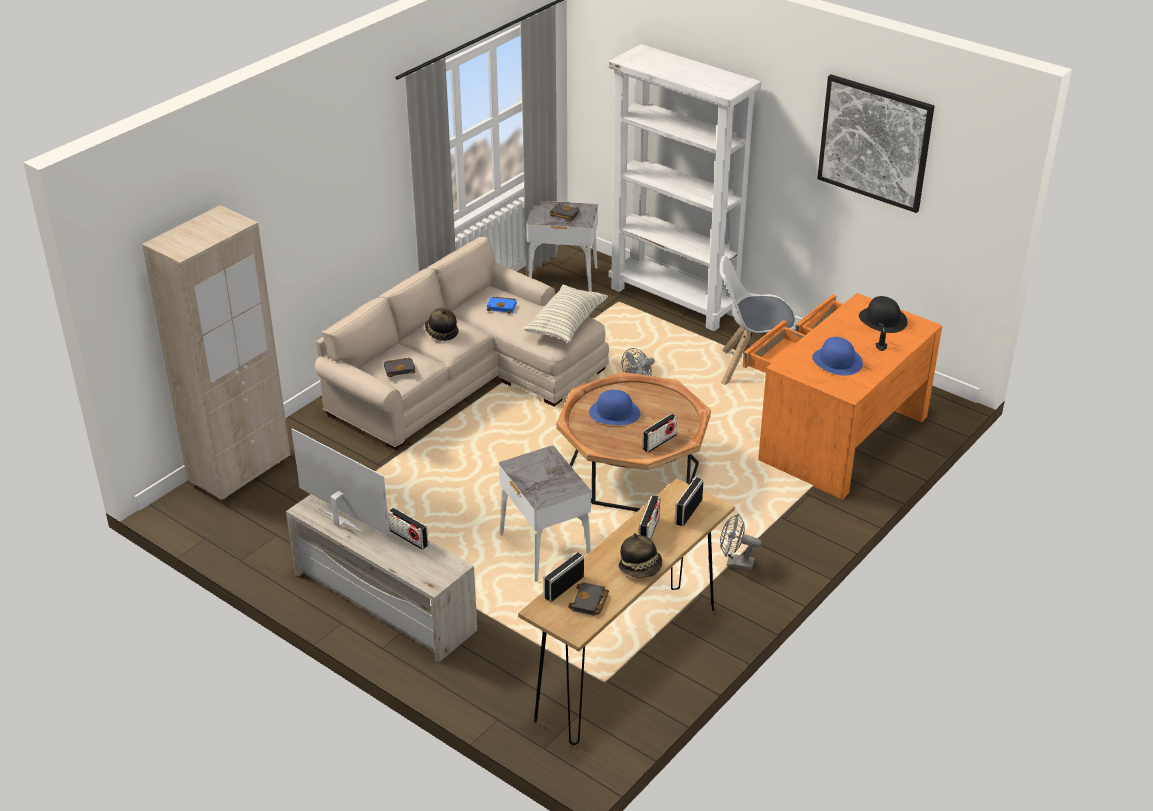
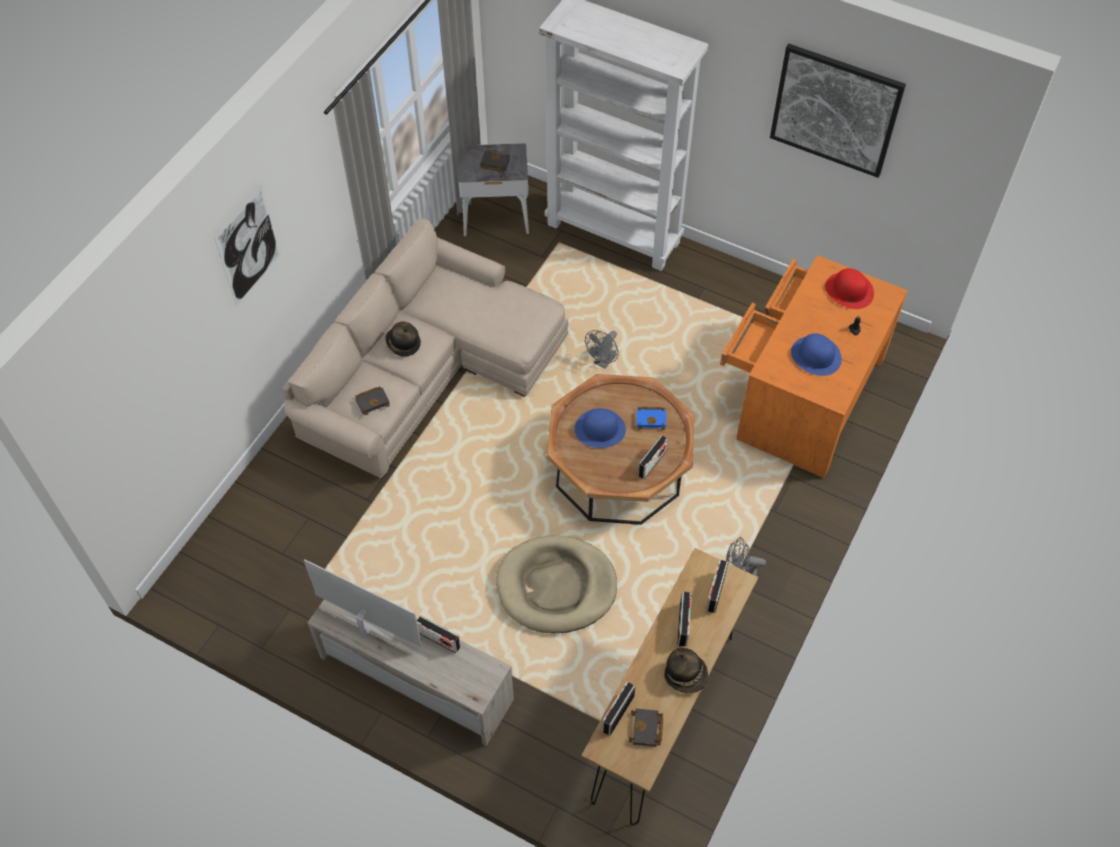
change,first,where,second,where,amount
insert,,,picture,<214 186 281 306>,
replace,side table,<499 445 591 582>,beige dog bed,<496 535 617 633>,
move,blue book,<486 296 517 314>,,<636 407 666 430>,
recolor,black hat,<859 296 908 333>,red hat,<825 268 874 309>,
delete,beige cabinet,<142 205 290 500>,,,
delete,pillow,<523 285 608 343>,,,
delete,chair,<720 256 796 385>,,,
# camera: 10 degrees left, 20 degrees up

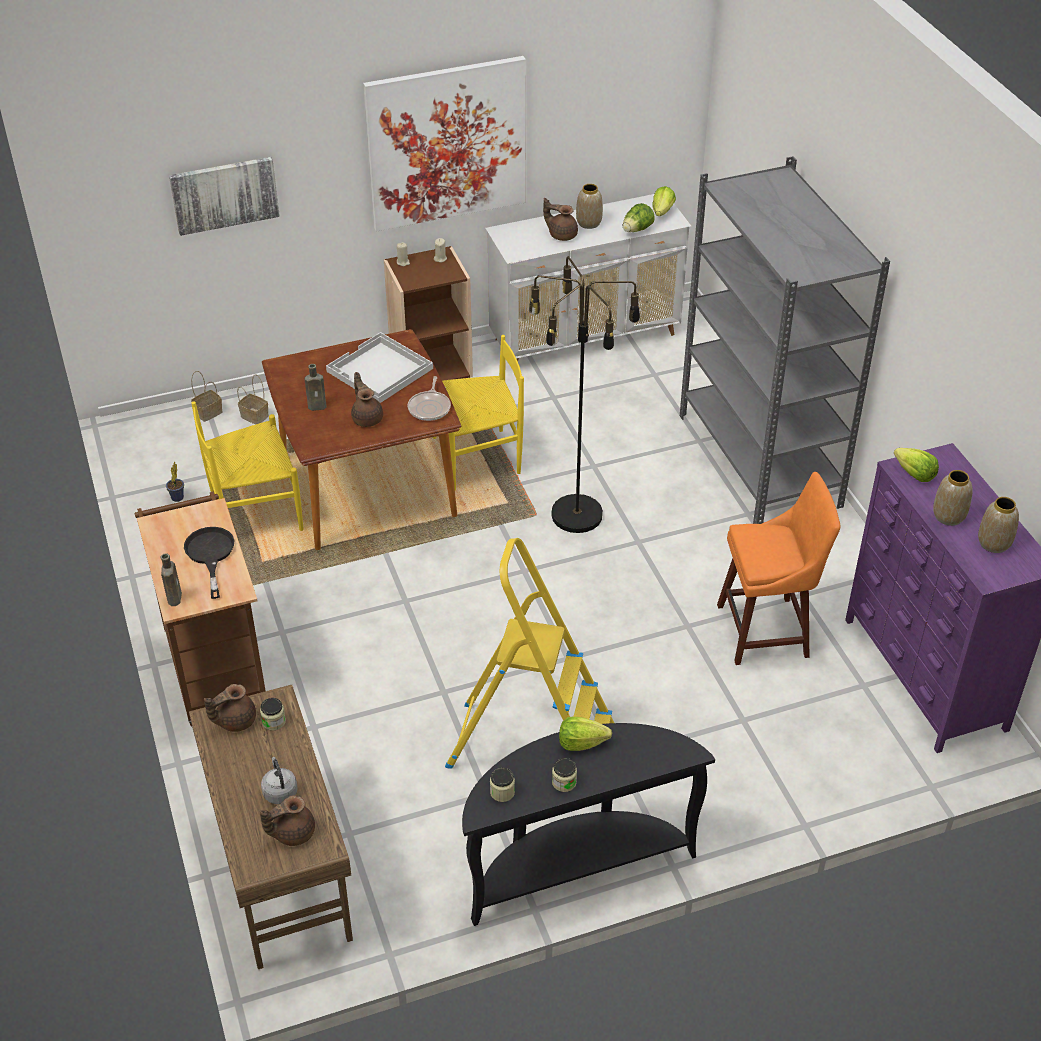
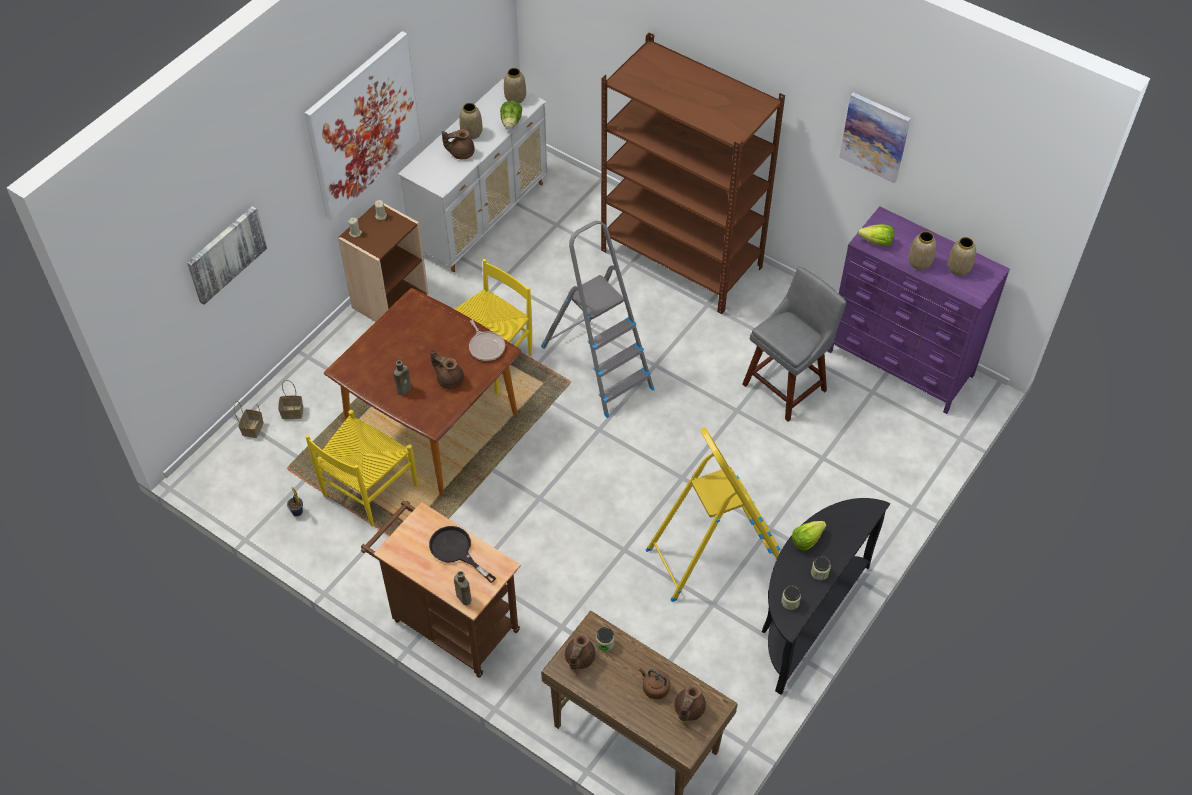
change,first,where,second,where,amount
replace,lettuce,<653 186 676 216>,vase,<504 68 526 103>,
replace,floor lamp,<529 256 640 533>,grey step ladder,<541 221 654 418>,
recolor,grey bookcase,<680 156 890 524>,brown bookcase,<601 32 785 314>,
recolor,grey kettle,<261 757 298 804>,brown kettle,<639 668 670 699>,
recolor,orange chair,<717 472 840 665>,grey chair,<742 267 846 422>,
insert,,,picture,<839 92 911 183>,
delete,white tray,<326 332 433 403>,,,
# camera: 35 degrees left, 10 degrees up

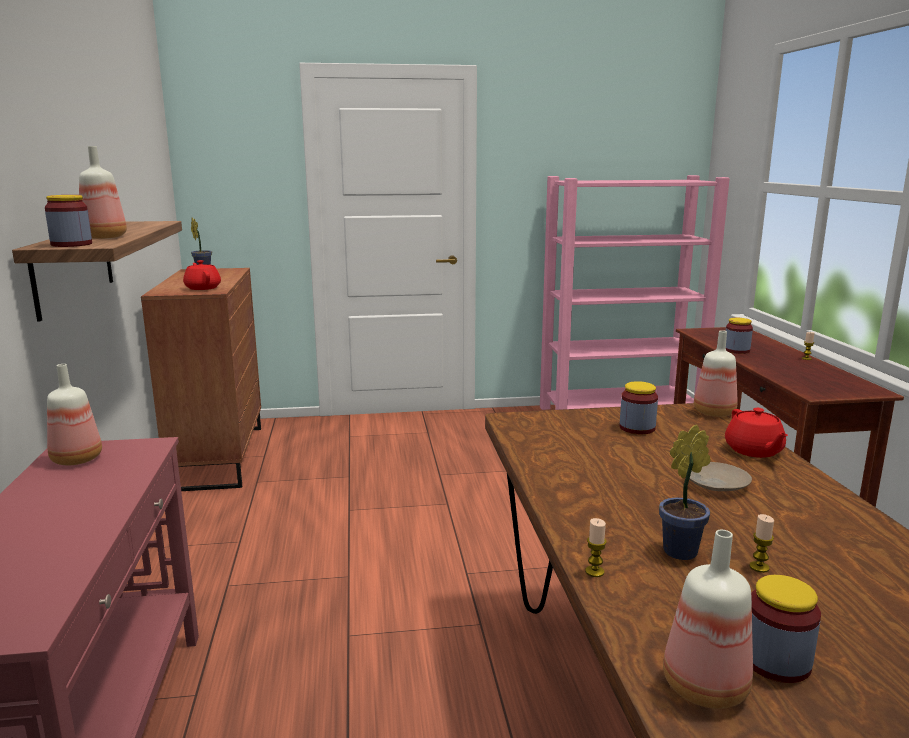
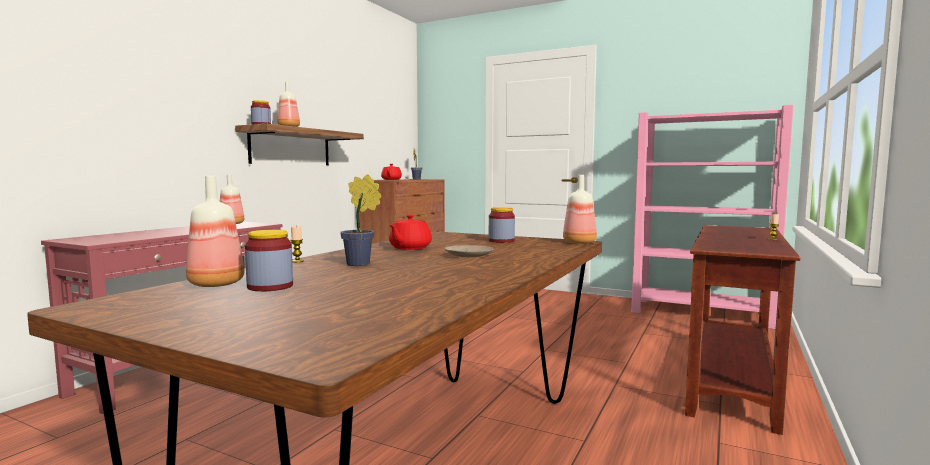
change,first,where,second,where,amount
move,red teapot,<725 408 788 458>,,<389 215 432 250>,
delete,jar,<726 318 753 354>,,,
delete,candle,<749 514 774 573>,,,
# camera: 35 degrees right, 10 degrees down

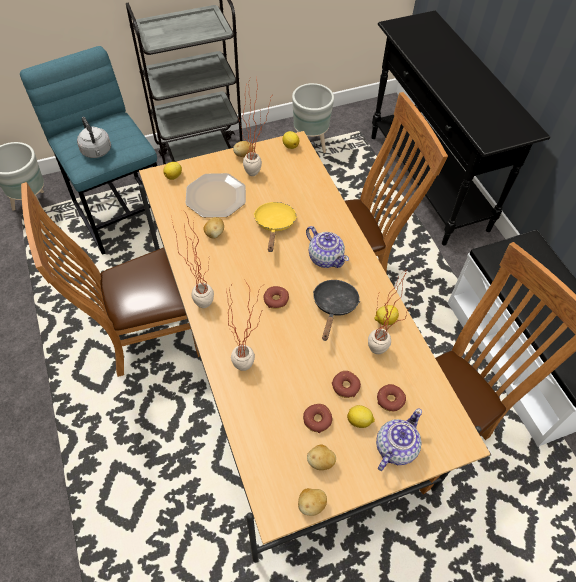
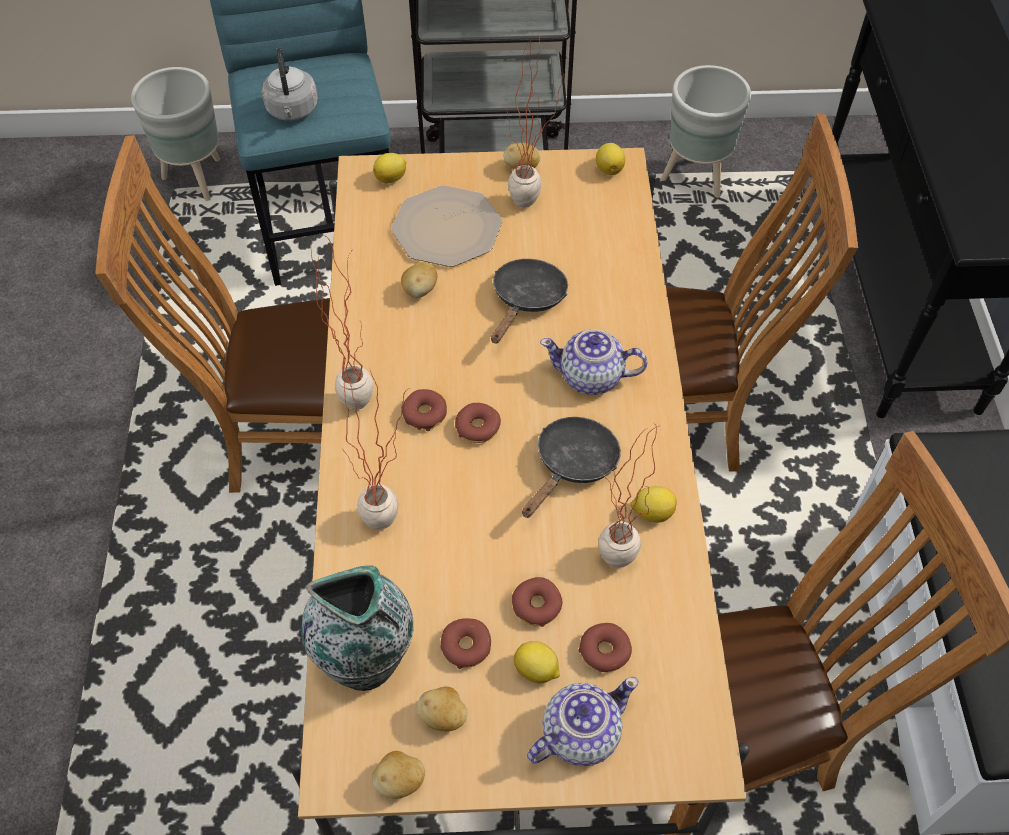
change,first,where,second,where,amount
insert,,,vase,<302 565 414 691>,
insert,,,donut,<402 389 447 431>,
recolor,yellow frying pan,<254 202 297 252>,black frying pan,<491 259 568 344>,
rotate,teapot,<306 226 349 268>,,<540 329 647 395>,120 degrees clockwise
# camera: 20 degrees right, 0 degrees up

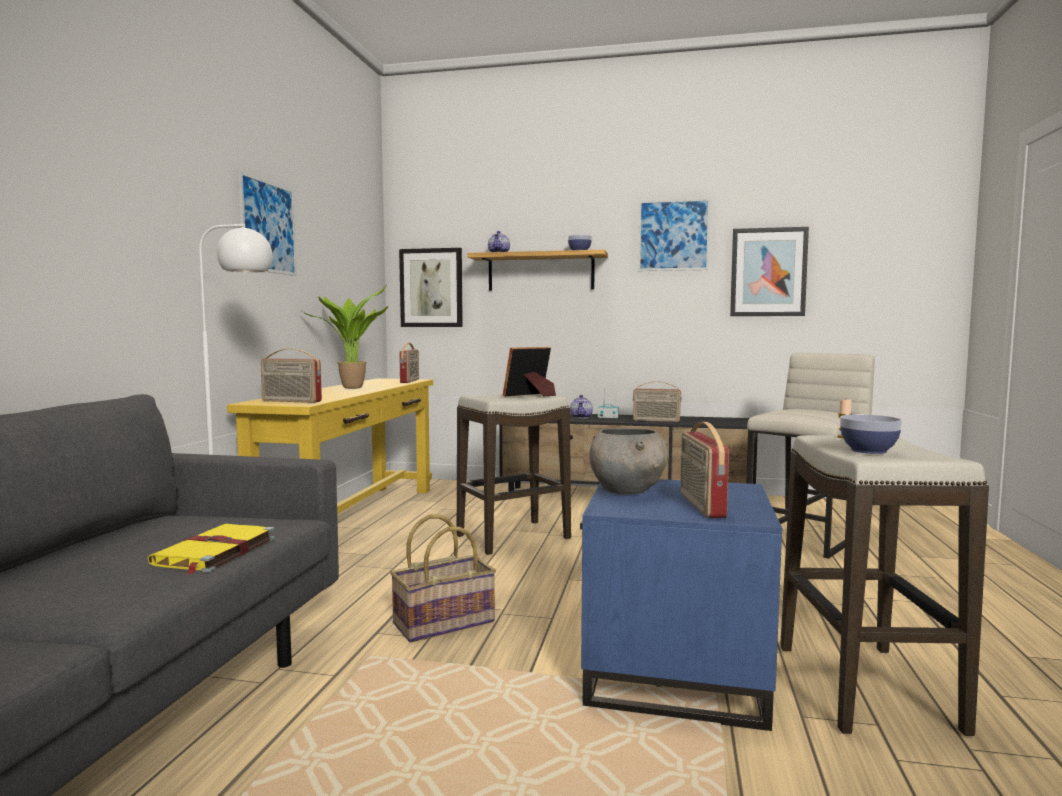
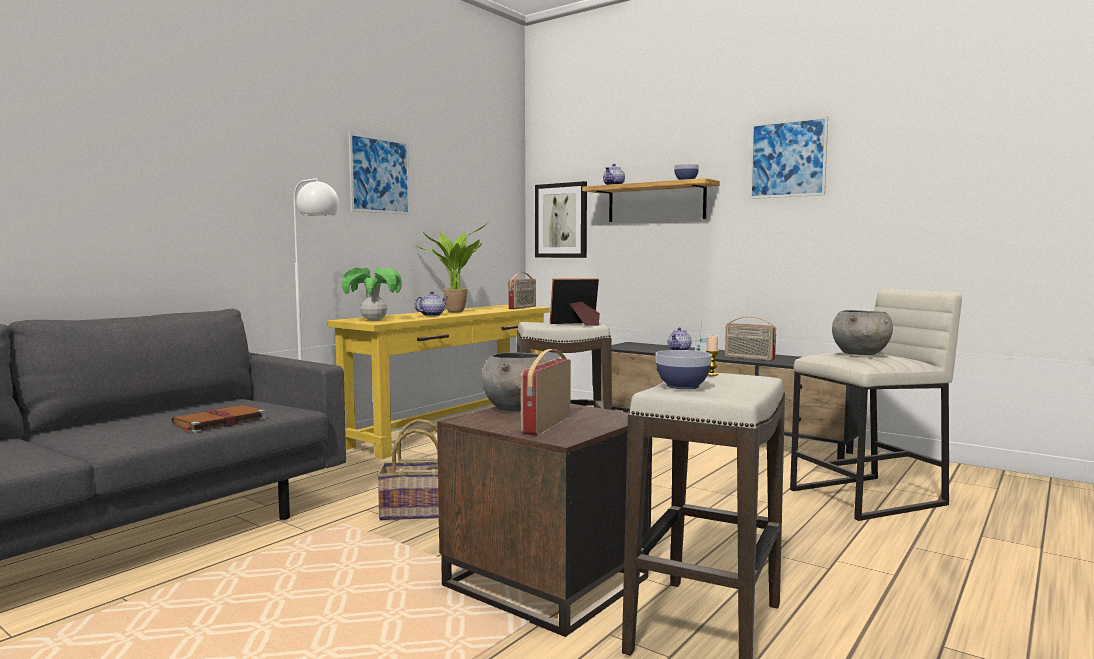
change,first,where,second,where,amount
recolor,yellow book,<148 524 275 575>,brown book,<171 405 266 433>,
replace,radio,<260 349 322 403>,potted plant,<342 268 402 321>,
insert,,,teapot,<414 291 448 316>,
recolor,blue side table,<580 479 782 731>,brown side table,<437 404 652 637>,
insert,,,grey bowl,<832 310 893 355>,
delete,picture,<730 227 809 316>,,,
# camera: 25 degrees right, 0 degrees up

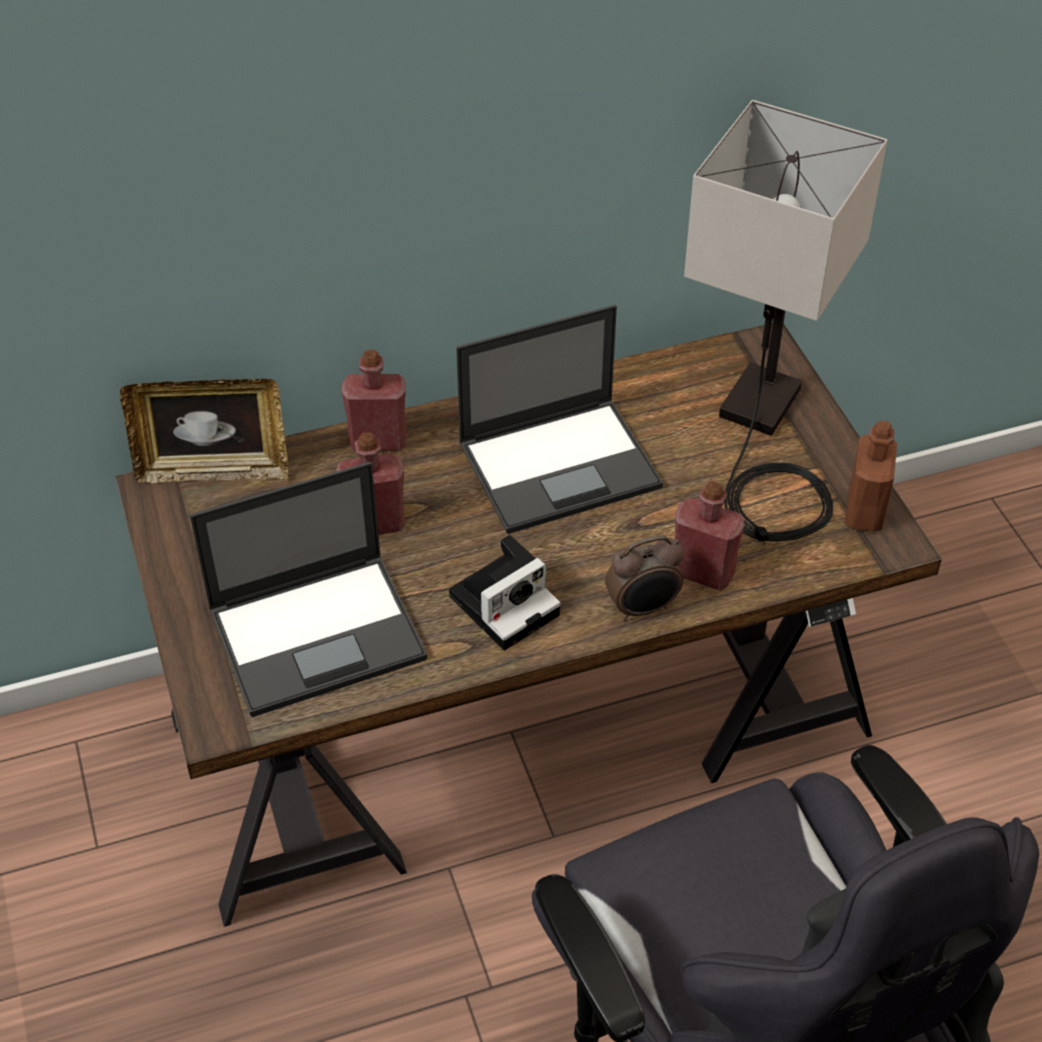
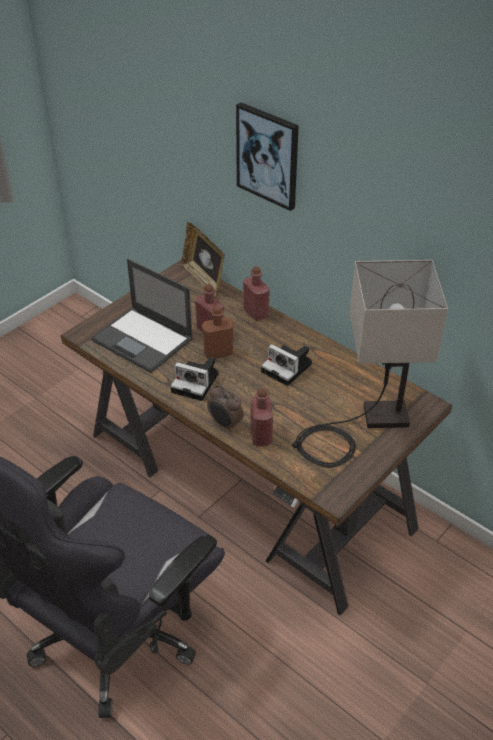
change,first,where,second,where,amount
move,brown bottle,<845 420 897 532>,,<202 306 234 359>,
insert,,,picture,<236 102 299 211>,
replace,laptop,<456 305 663 534>,photo camera,<261 344 312 386>,
# camera: 60 degrees right, 5 degrees down

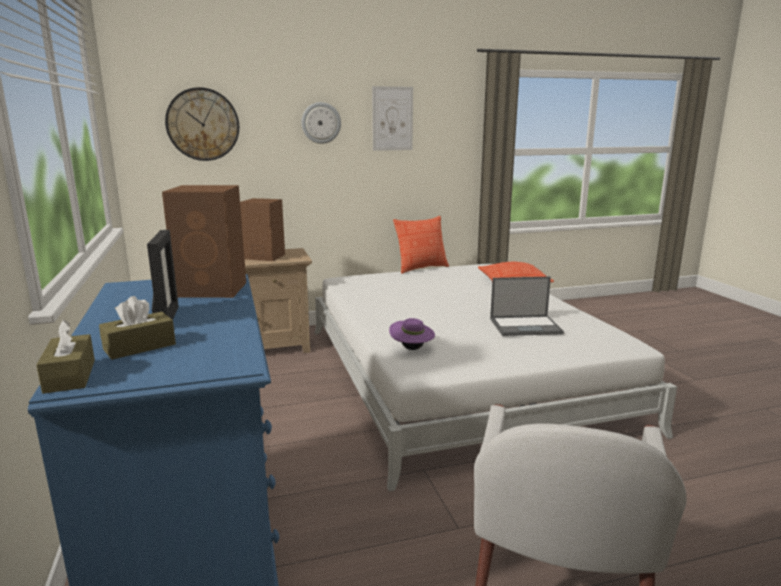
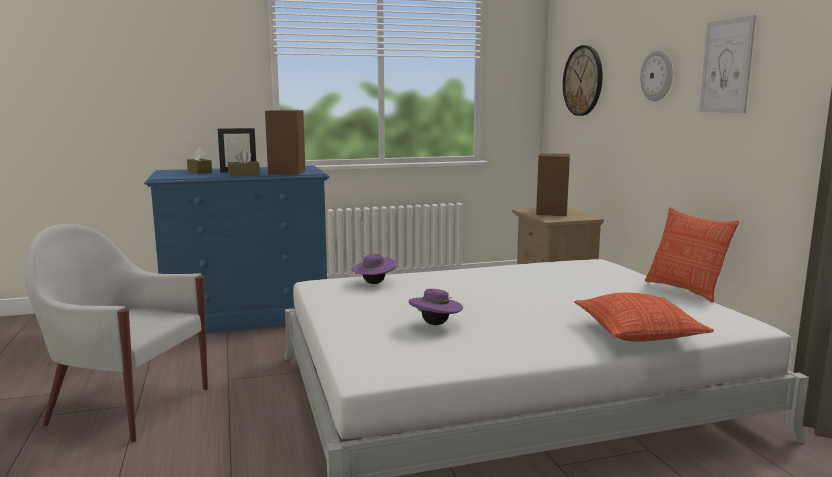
change,first,where,second,where,amount
move,brown tissue box,<36 320 95 394>,,<228 150 260 177>,
replace,laptop,<490 277 564 336>,purple hat,<409 289 463 325>,
# camera: 90 degrees right, 5 degrees down

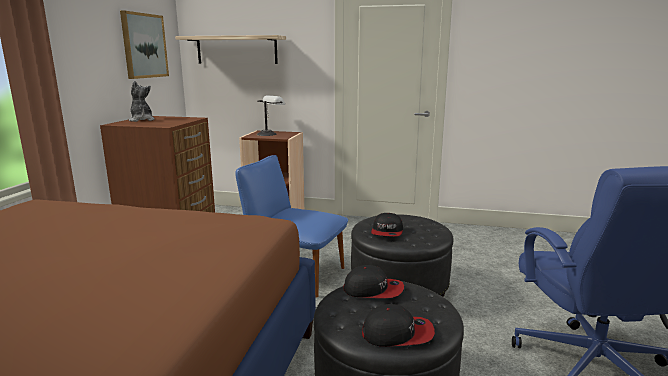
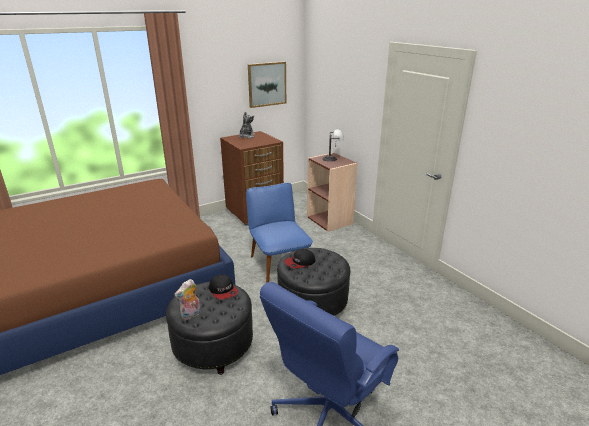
change,first,where,second,where,amount
replace,cap,<362 304 435 347>,plush toy,<174 279 201 320>,
delete,shelf,<175 35 286 64>,,,
# camera: 45 degrees right, 10 degrees up

